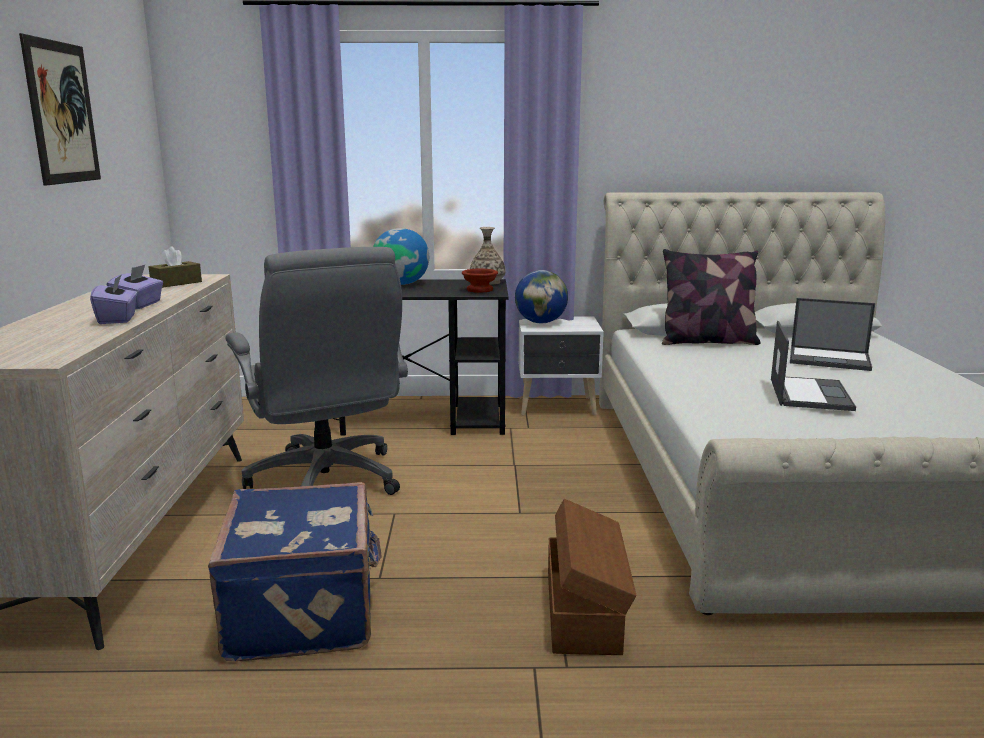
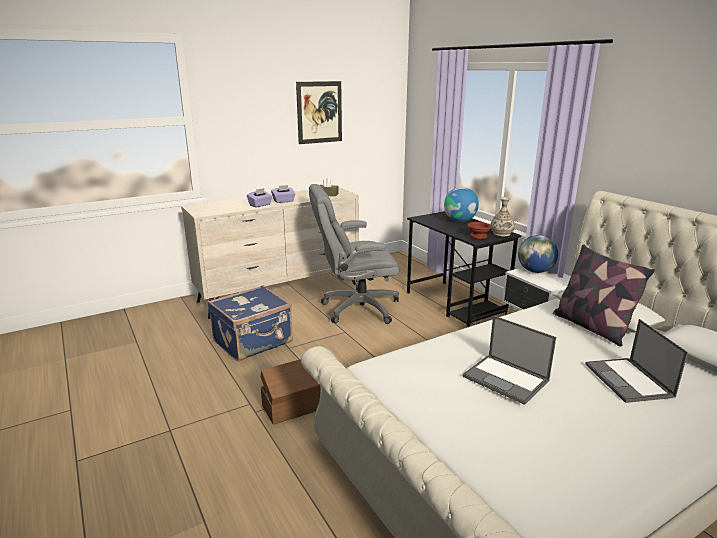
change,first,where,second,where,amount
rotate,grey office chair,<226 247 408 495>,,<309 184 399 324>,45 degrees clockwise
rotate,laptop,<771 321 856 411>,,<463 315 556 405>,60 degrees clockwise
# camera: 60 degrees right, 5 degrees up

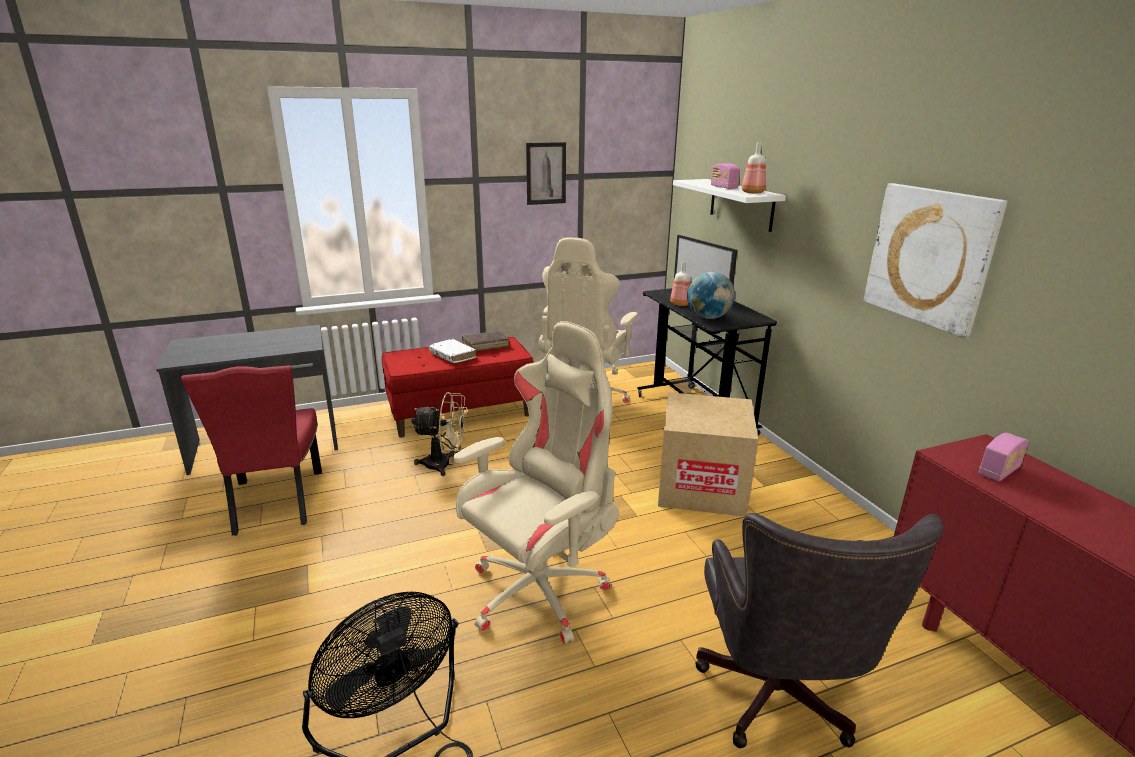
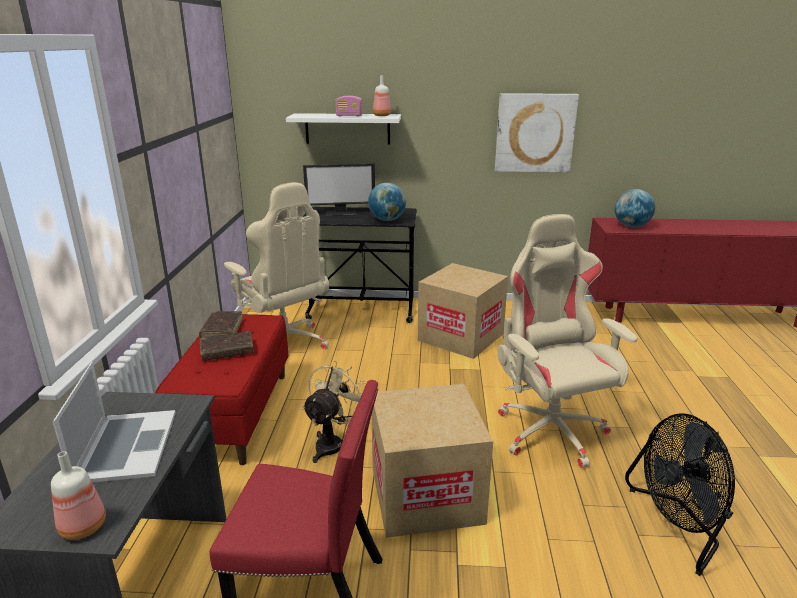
change,first,where,second,where,amount
move,bottle,<670 262 691 306>,,<51 451 106 540>,
insert,,,laptop,<53 362 176 483>,
recolor,white book,<429 339 476 363>,brown book,<200 331 254 361>,
insert,,,cardboard box,<372 384 493 538>,
replace,radio,<978 433 1029 482>,globe,<615 189 655 227>,
delete,picture,<526 142 566 205>,,,
delete,grey office chair,<696 513 943 748>,,,
# camera: 65 degrees left, 0 degrees up

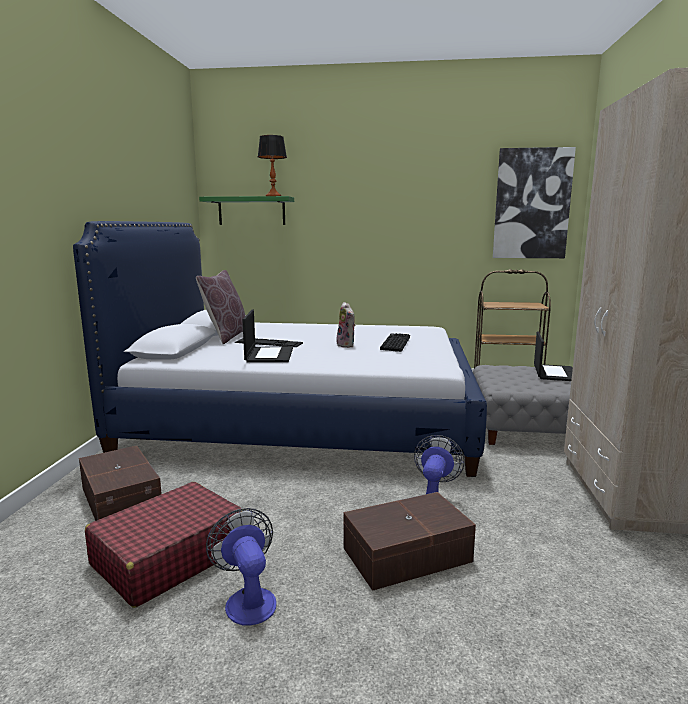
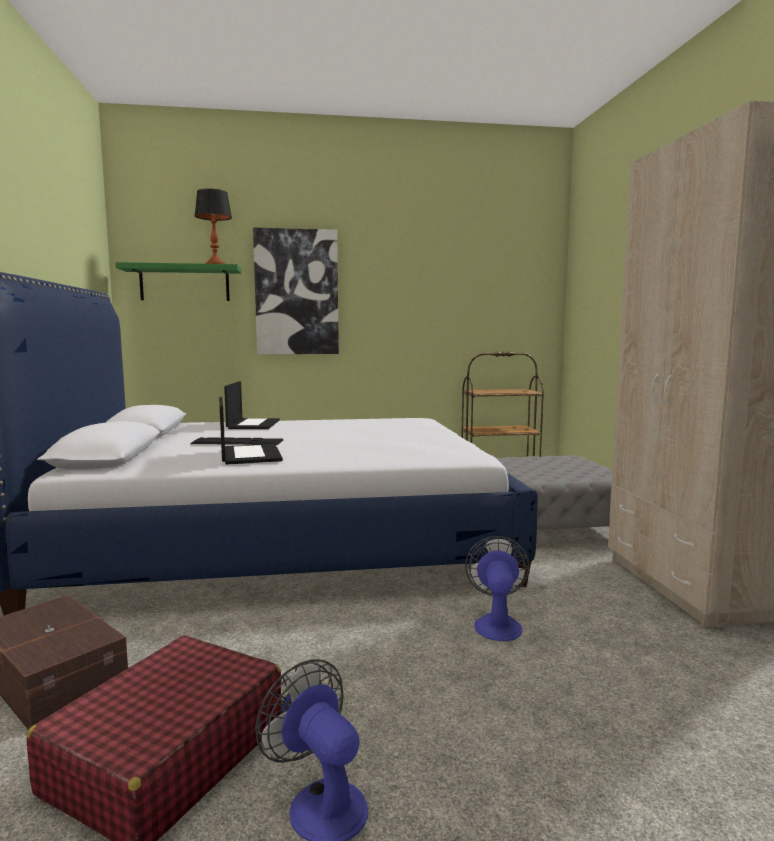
change,first,where,second,where,amount
move,laptop,<534 331 573 381>,,<224 381 280 429>,
move,picture,<493 147 576 258>,,<253 228 339 354>,
delete,brown pillow,<196 270 246 345>,,,
delete,plush toy,<336 302 356 348>,,,
delete,brown storage box,<344 492 476 591>,,,
delete,keyboard,<380 333 410 352>,,,
# camera: 15 degrees left, 5 degrees down

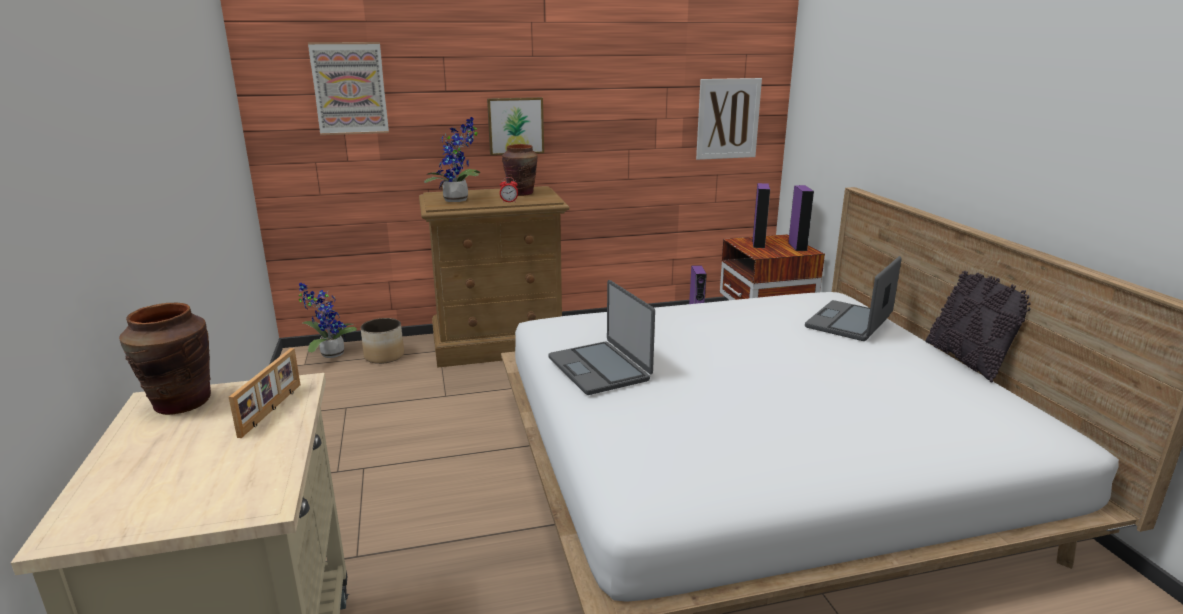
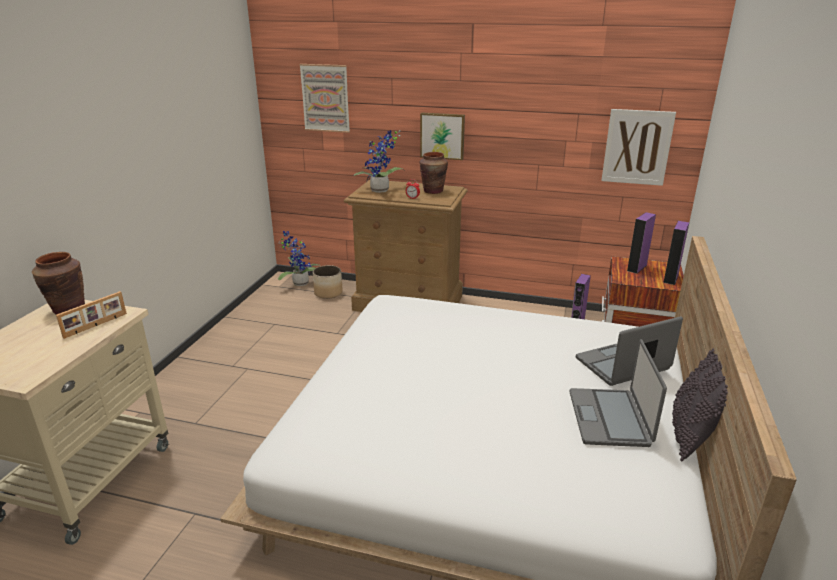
change,first,where,second,where,amount
move,laptop,<548 280 655 395>,,<569 339 667 447>,
# camera: 30 degrees right, 5 degrees up

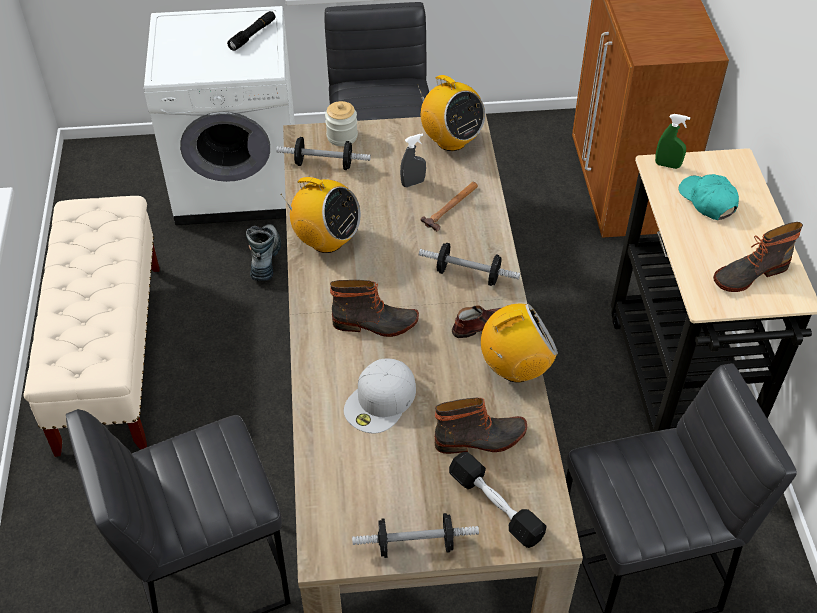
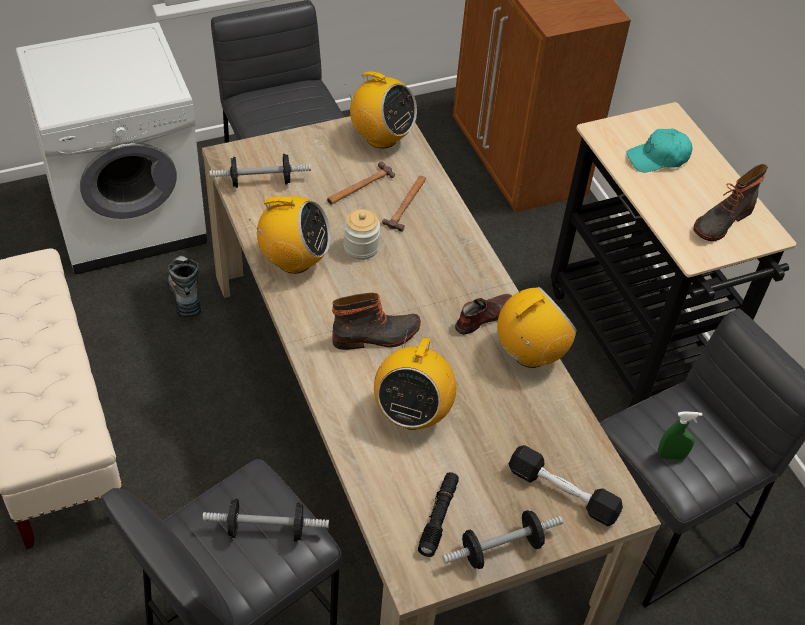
change,first,where,second,where,amount
move,dumbbell,<419 243 520 286>,,<202 499 329 542>,
replace,grey spray bottle,<400 133 426 187>,hammer,<327 161 395 205>,
move,jar,<325 101 358 146>,,<344 209 380 260>,
replace,white cap,<344 358 416 433>,radio,<374 329 457 430>,
move,black flashlight,<227 11 275 51>,,<418 472 459 557>,
rotate,turquoise cap,<679 174 739 220>,,<626 129 692 172>,60 degrees counterclockwise
move,green spray bottle,<655 114 690 169>,,<657 411 702 460>,
delete,boot,<435 398 527 454>,,,
# camera: 20 degrees left, 0 degrees up

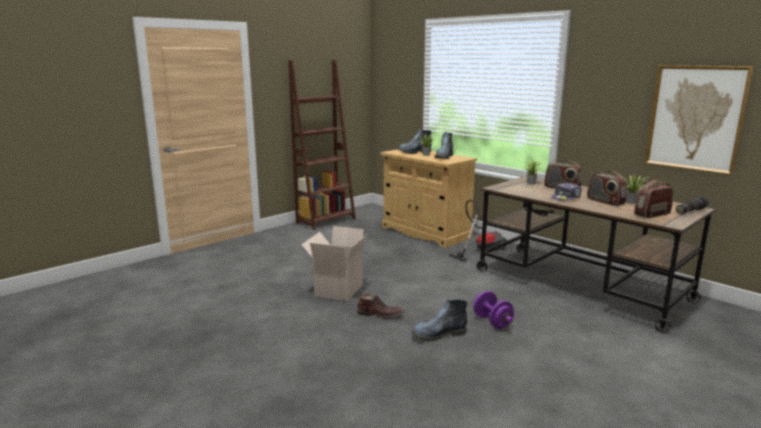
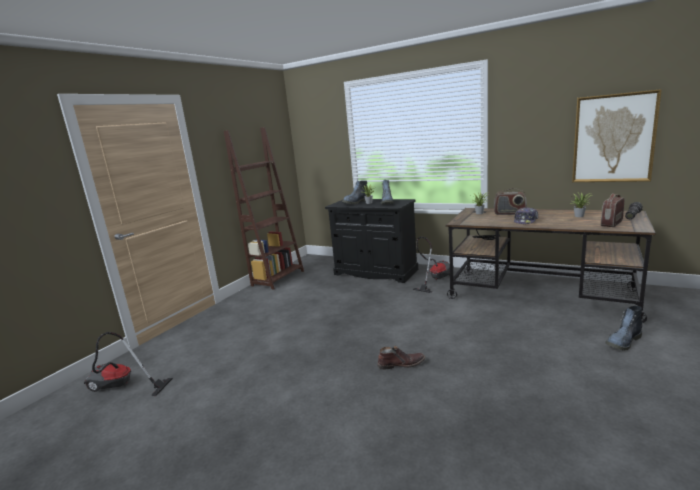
change,first,where,second,where,amount
insert,,,vacuum cleaner,<84 332 173 396>,
recolor,beige cabinet,<380 150 477 248>,black cabinet,<325 199 418 283>,
move,boot,<411 300 467 342>,,<605 306 642 351>,
delete,cardboard box,<301 226 367 301>,,,
delete,purple dumbbell,<473 291 514 328>,,,
delete,radio,<587 170 627 206>,,,
# camera: 15 degrees left, 0 degrees up

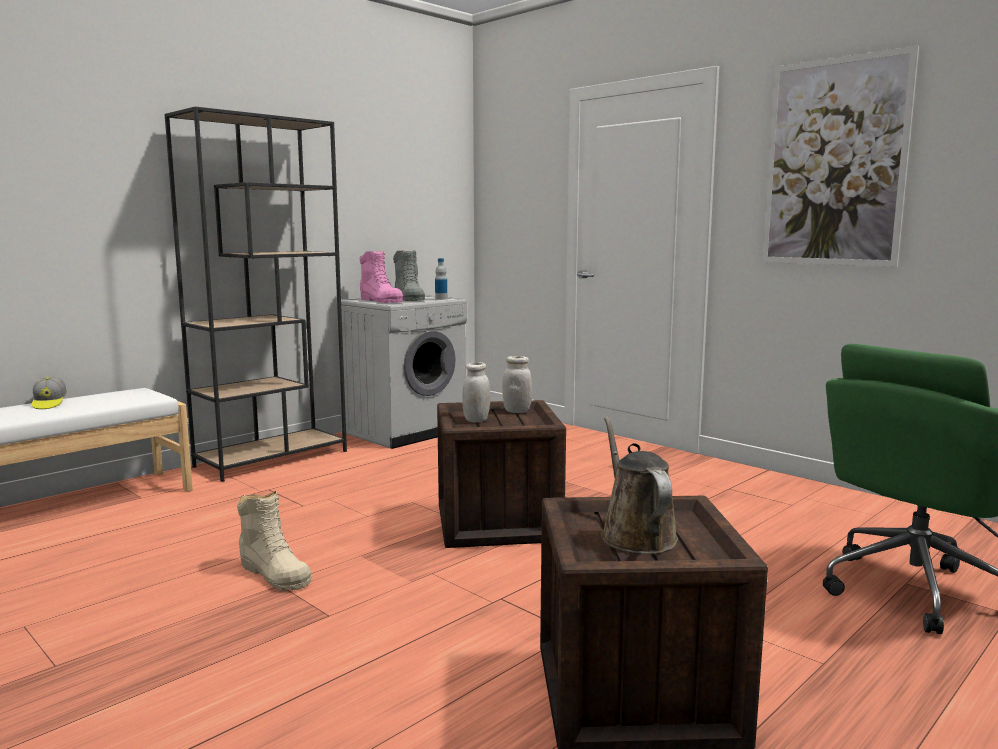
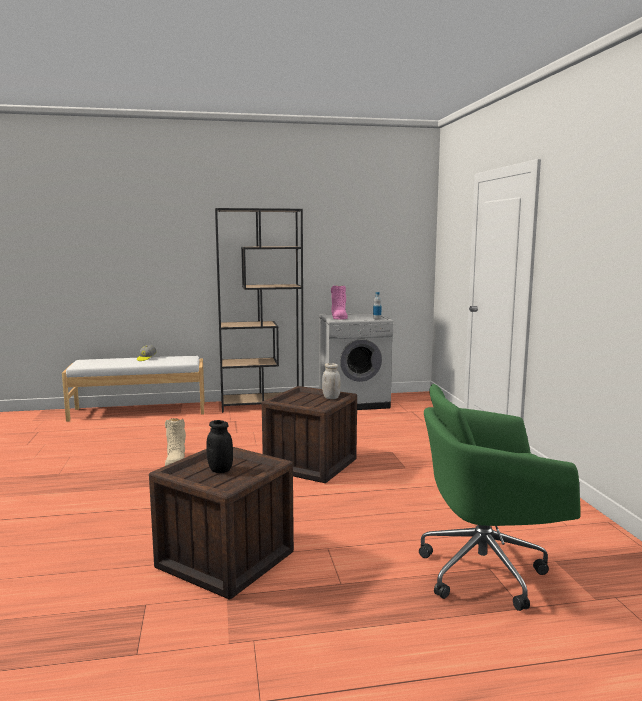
change,first,where,second,where,amount
replace,brown watering can,<601 417 678 554>,black jar,<206 420 233 473>,
delete,grey boot,<393 250 425 301>,,,
delete,white jar,<462 362 491 423>,,,
delete,picture,<762 45 919 267>,,,
# camera: 35 degrees right, 0 degrees up

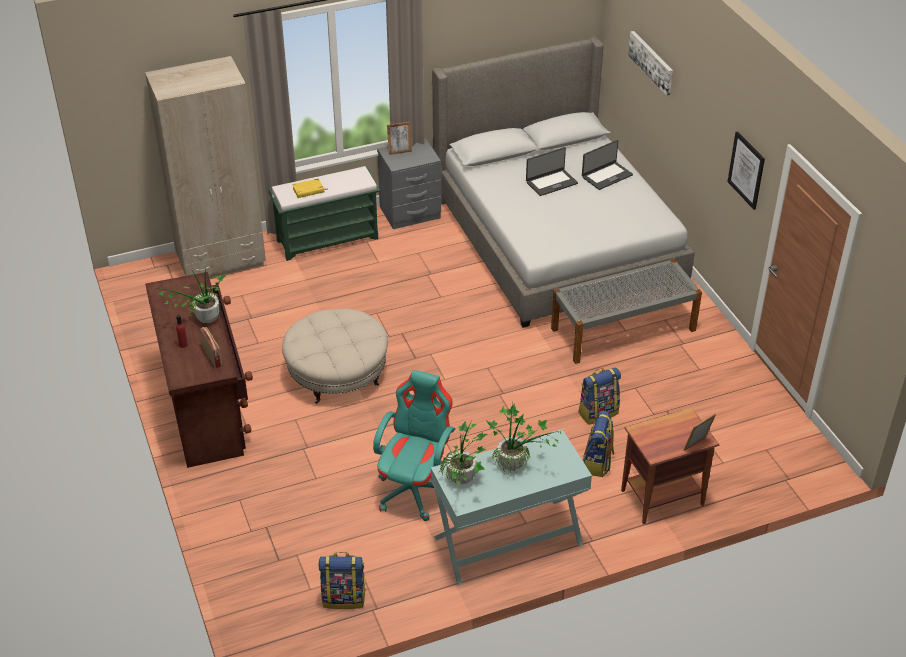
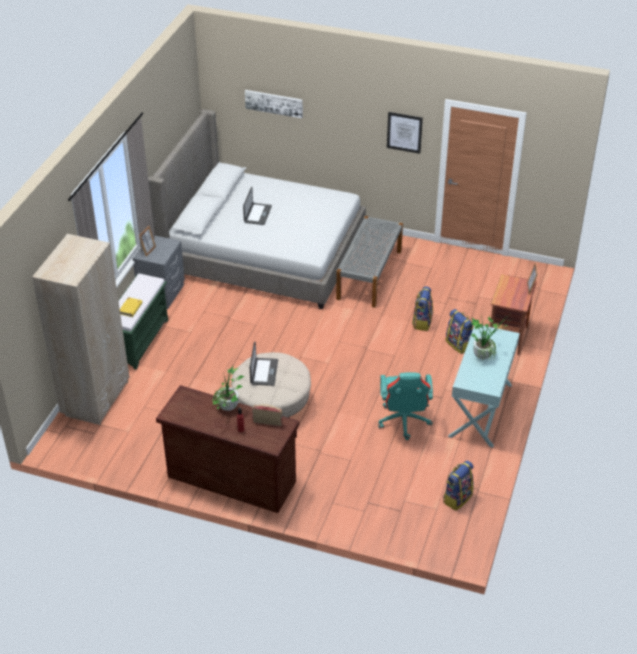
change,first,where,second,where,amount
move,laptop,<582 140 633 190>,,<250 342 278 386>,
rotate,turquoise office chair,<373 370 455 521>,,<378 372 433 440>,150 degrees counterclockwise
delete,potted plant,<439 421 487 485>,,,
# camera: 50 degrees left, 0 degrees up

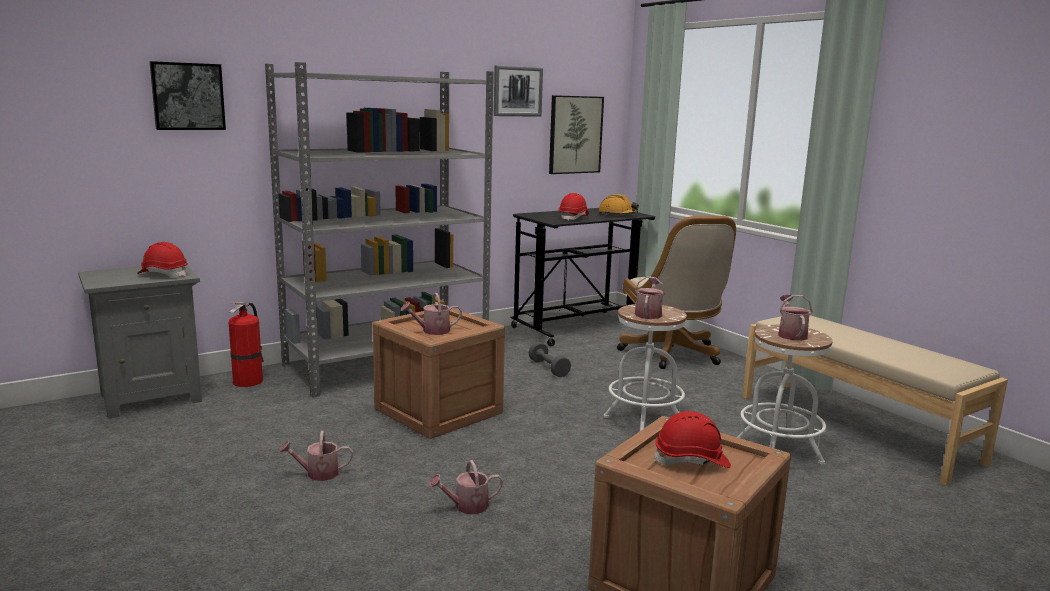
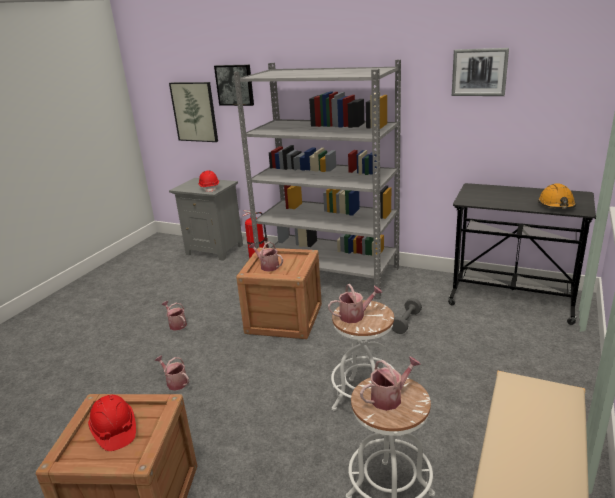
change,first,where,second,where,amount
move,picture,<549 95 604 174>,,<169 82 218 142>,
delete,red hard hat,<559 193 589 221>,,,
delete,office chair,<617 216 736 369>,,,
# camera: 60 degrees right, 10 degrees up

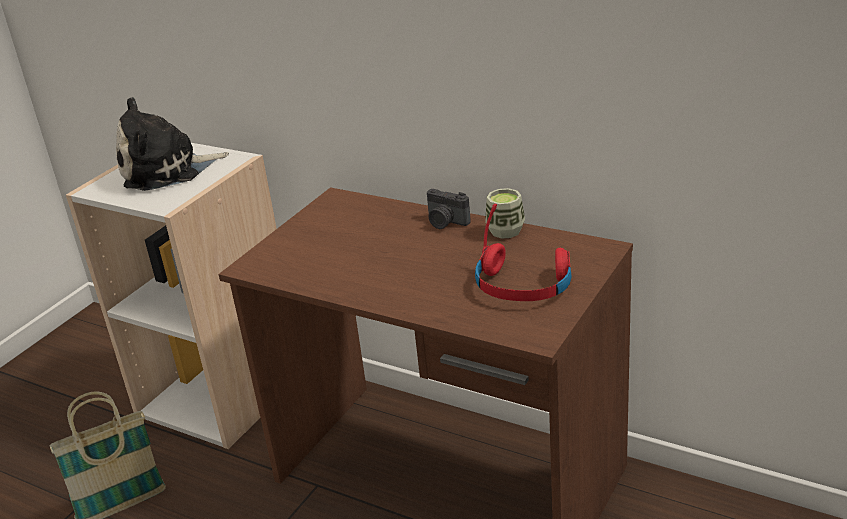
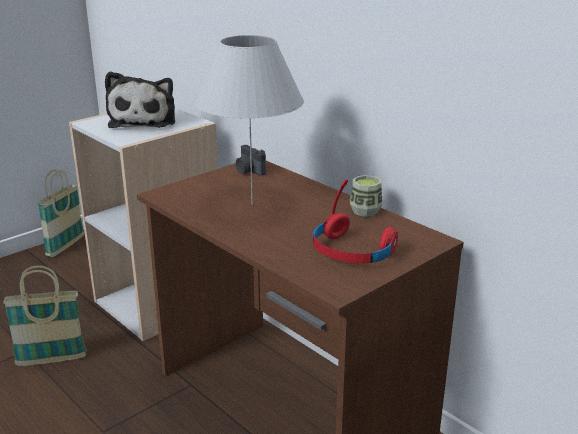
change,first,where,second,where,amount
insert,,,basket,<37 169 84 257>,
rotate,plush toy,<116 97 229 191>,,<105 71 175 128>,90 degrees counterclockwise
insert,,,white table lamp,<195 35 304 205>,
move,photo camera,<427 189 471 229>,,<236 145 266 176>,
# camera: 15 degrees right, 5 degrees down

